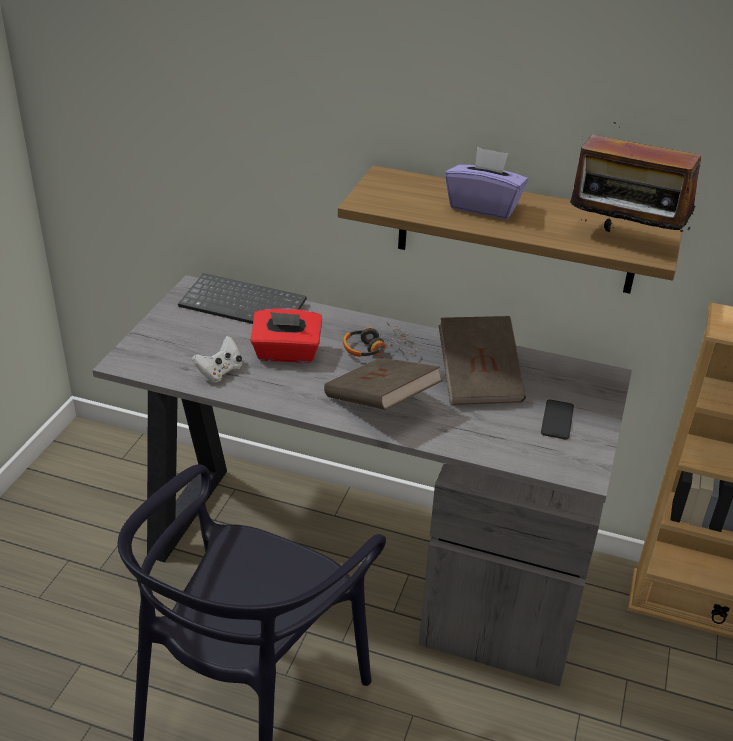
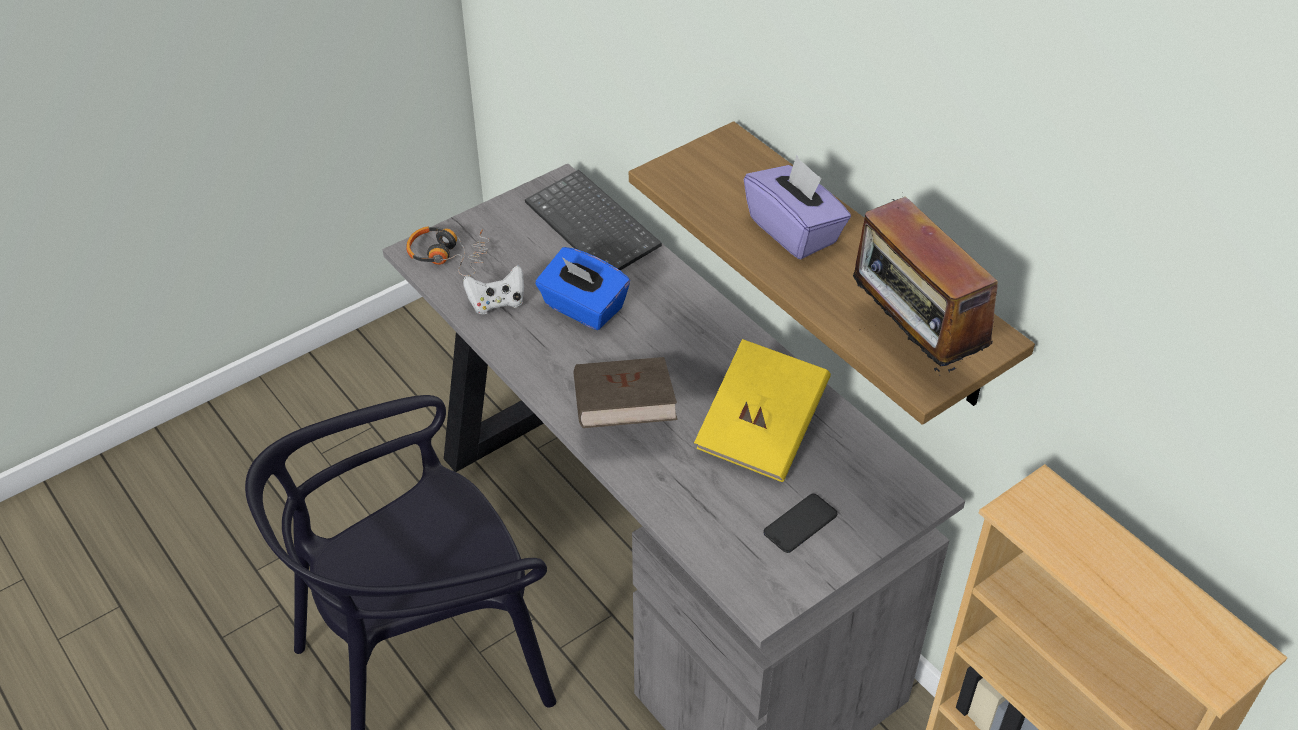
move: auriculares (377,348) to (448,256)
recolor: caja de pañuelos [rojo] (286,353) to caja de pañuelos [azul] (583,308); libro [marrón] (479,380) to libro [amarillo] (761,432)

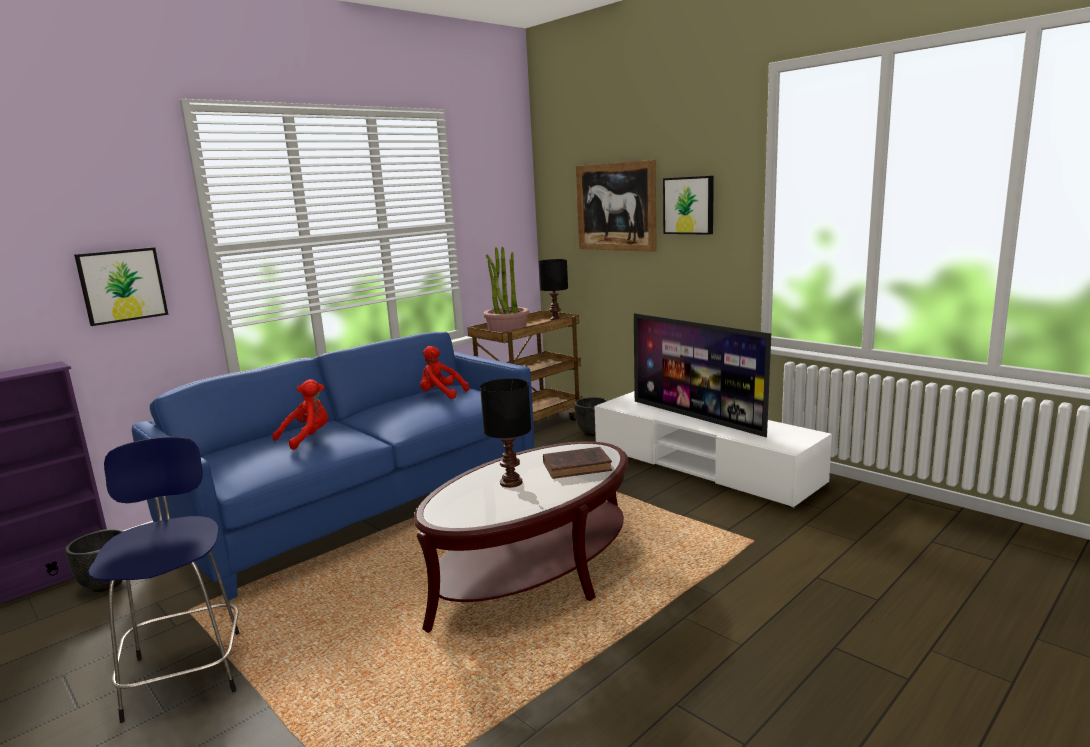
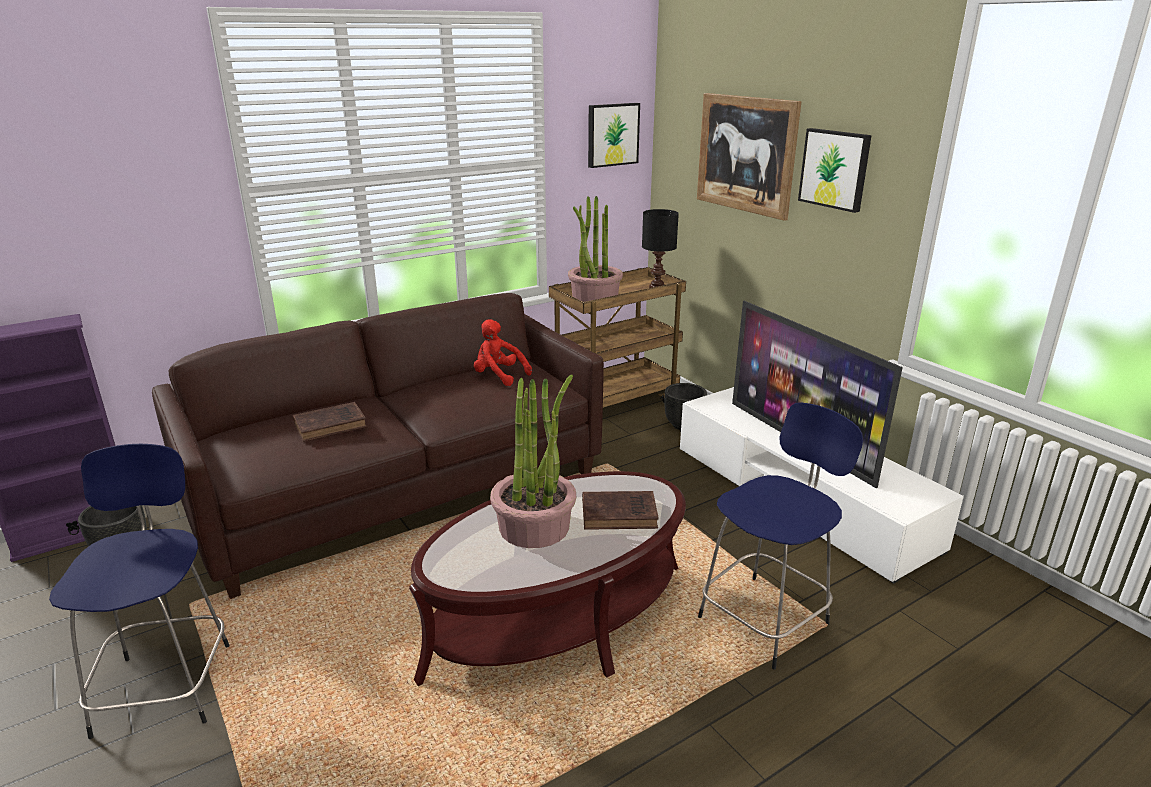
insert: taburete [azul] (766,618)
move: cuadro (122,285) to (612,134)
replace: peluche [rojo] (307,438) to libro [marrón] (332,425); lámpara de mesa [negro] (510,482) to planta en maceta (535,526)
recolor: sofá [azul] (364,505) to sofá [marrón] (402,491)

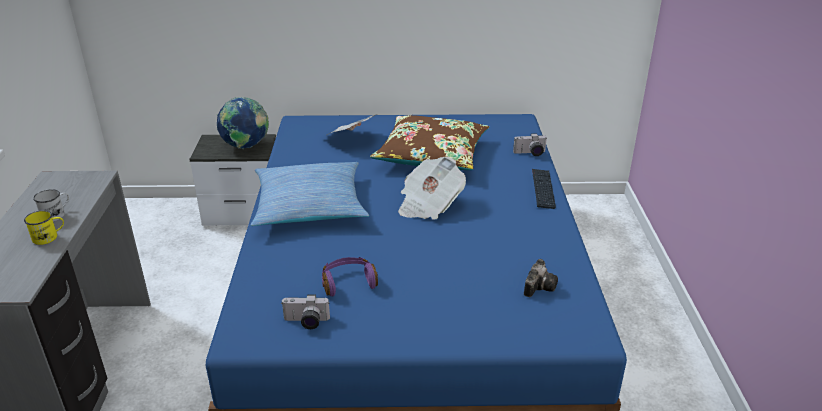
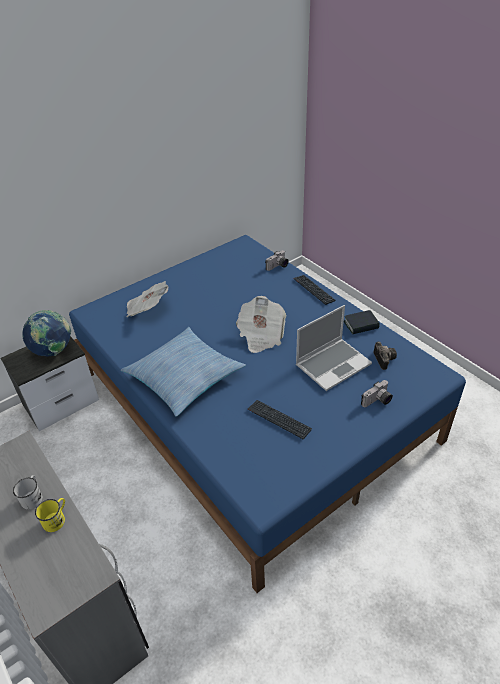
delete: cojín [marrón] (431,155)
insert: portátil (333,364); libro (361,325)
move: cámara (306,322) to (377,401)
replace: auriculares [morado] (348,282) to teclado (279,420)

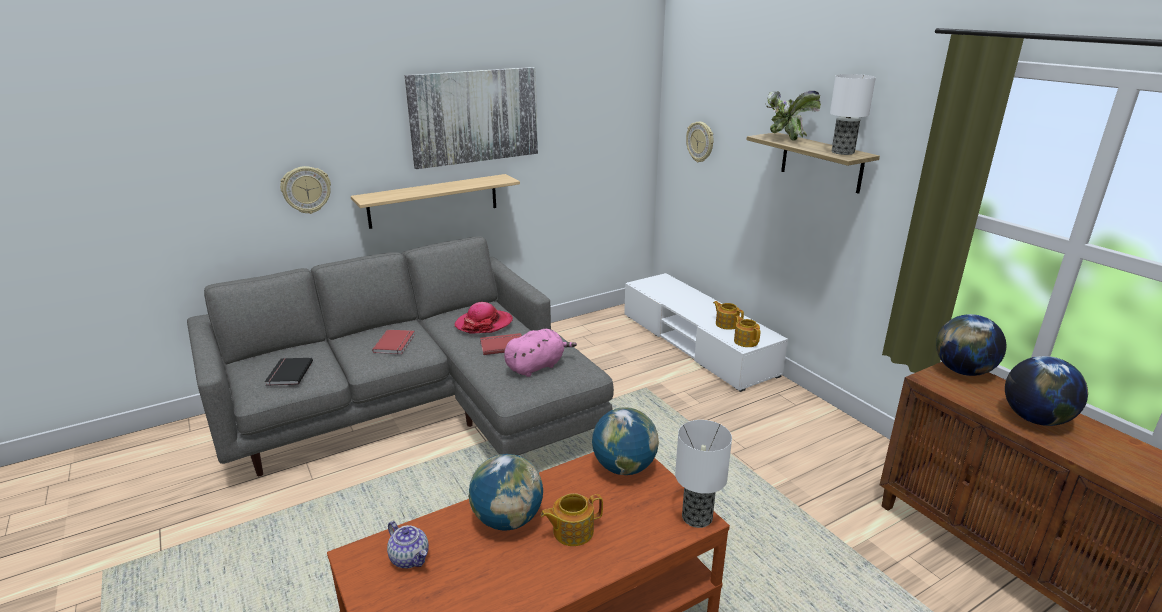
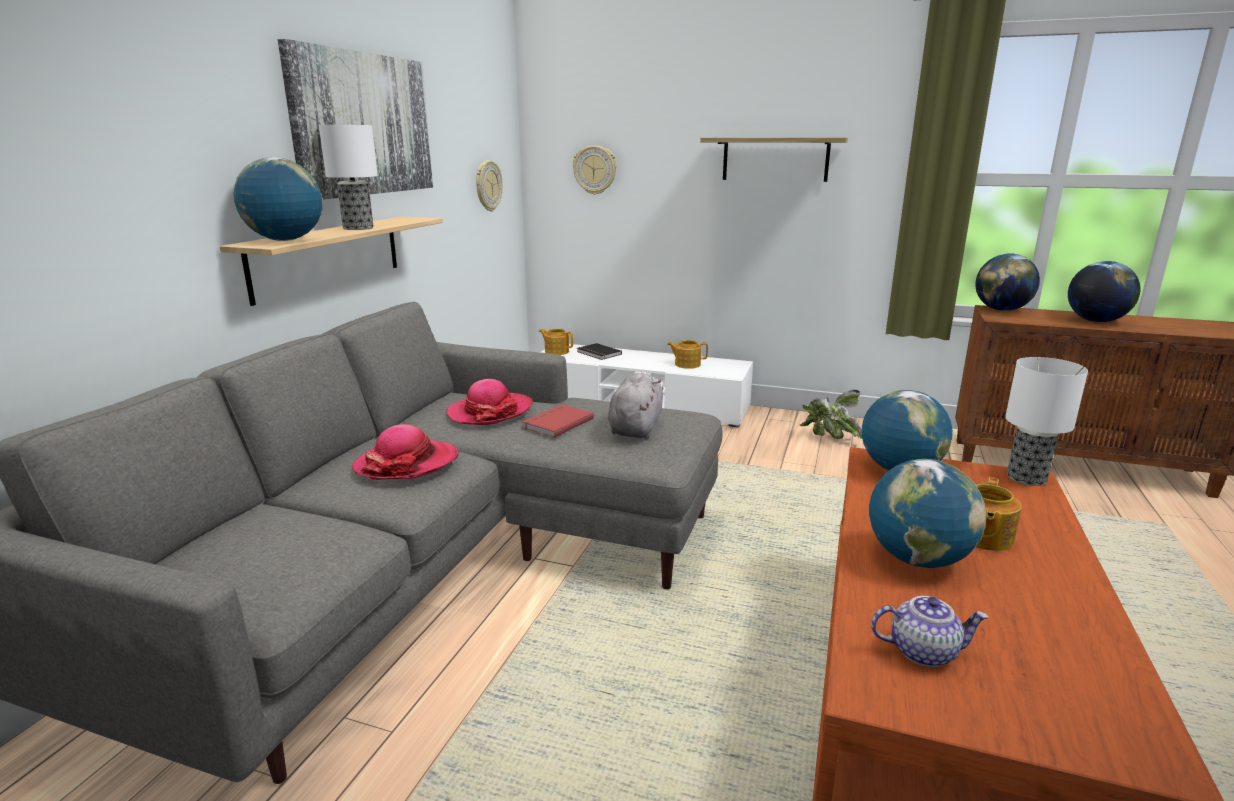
insert: globo terráqueo (285,240)
move: libro [negro] (288,373) to (598,353); reloj de pared (306,190) to (488,186); tetera (745,341) to (556,351); planta en maceta (785,139) to (828,439); lámpara de mesa (843,152) to (358,228)
replace: libro [rojo] (396,343) to sombrero (407,464)
recolor: peluche [rosa] (537,366) to peluche [gris] (636,427)

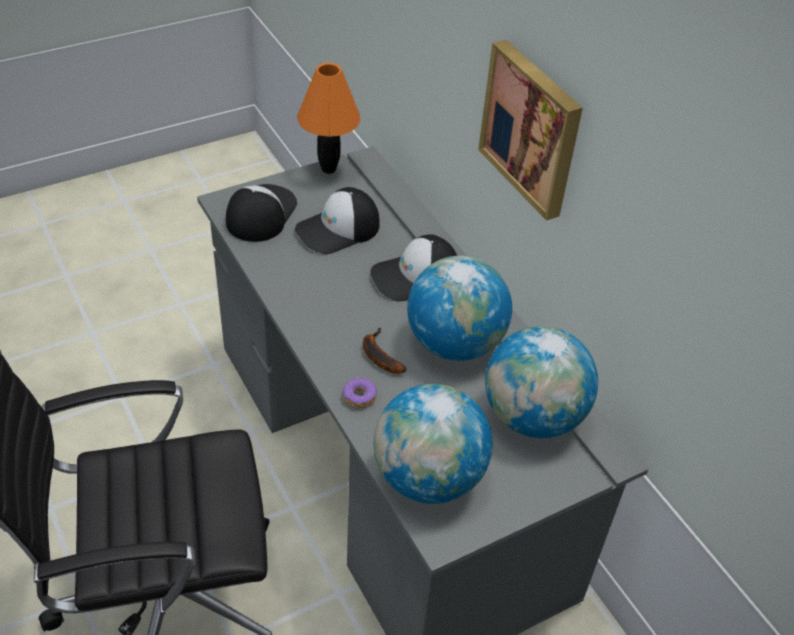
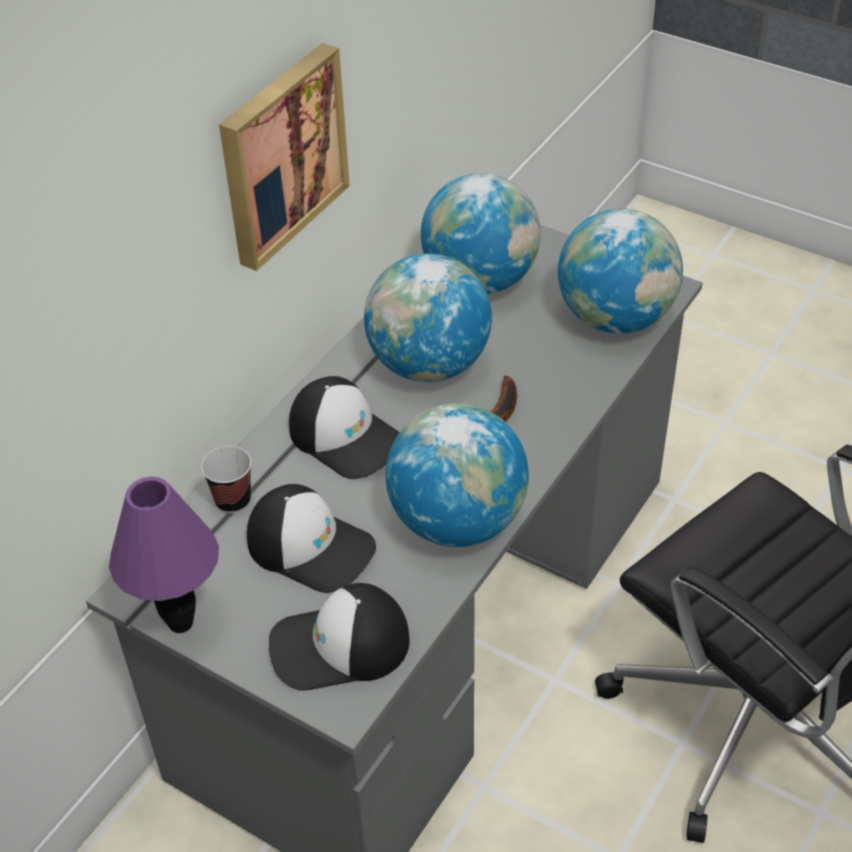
delete: rosquilla (359,397)
insert: taza (233,500); globo terráqueo (457,521)
recolor: lámpara de mesa [naranja] (329,169) to lámpara de mesa [morado] (181,622)

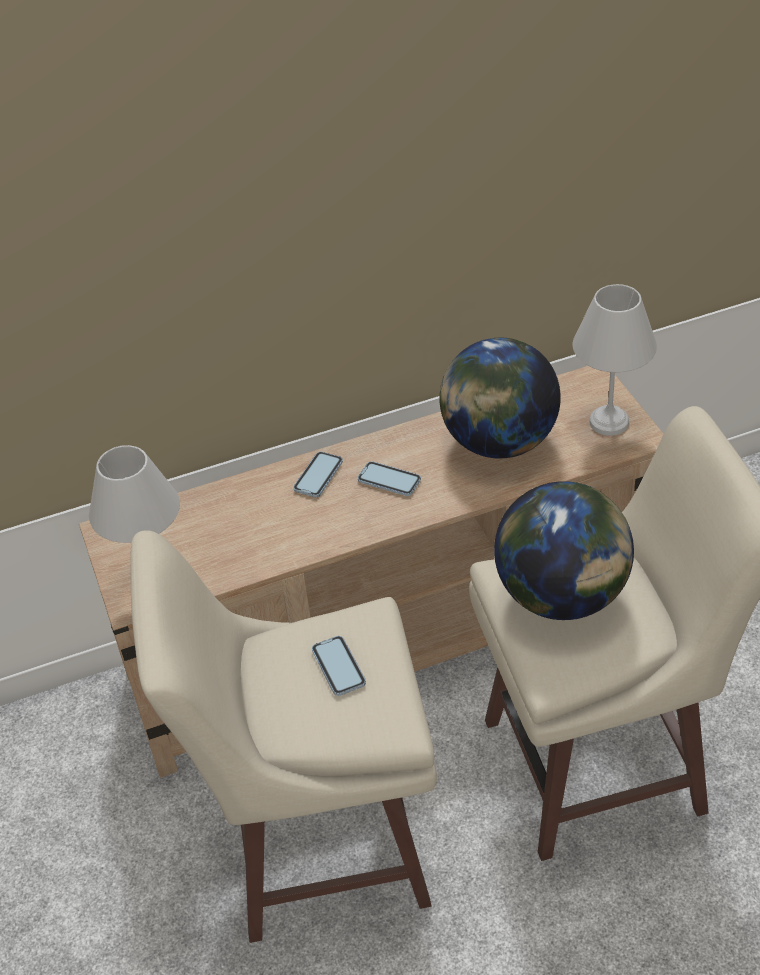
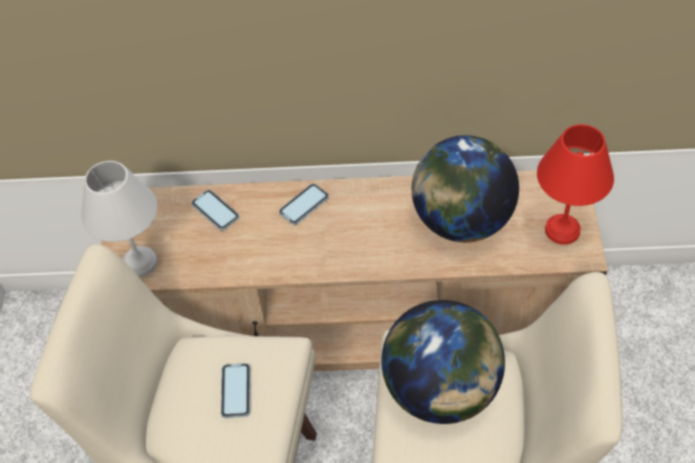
move: móvil (389,480) to (215,211)
recolor: lámpara de mesa [blanco] (609,423) to lámpara de mesa [rojo] (562,231)

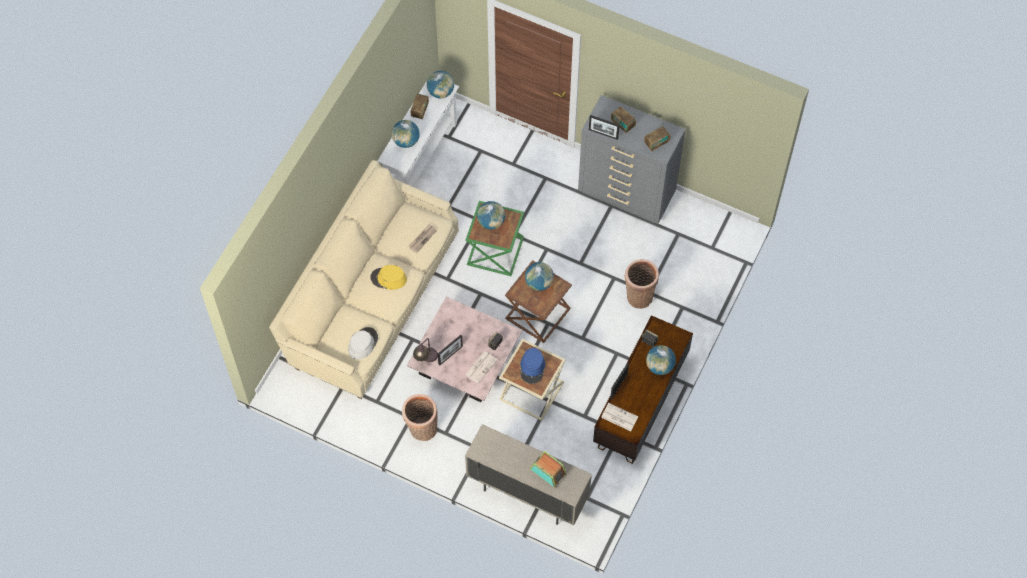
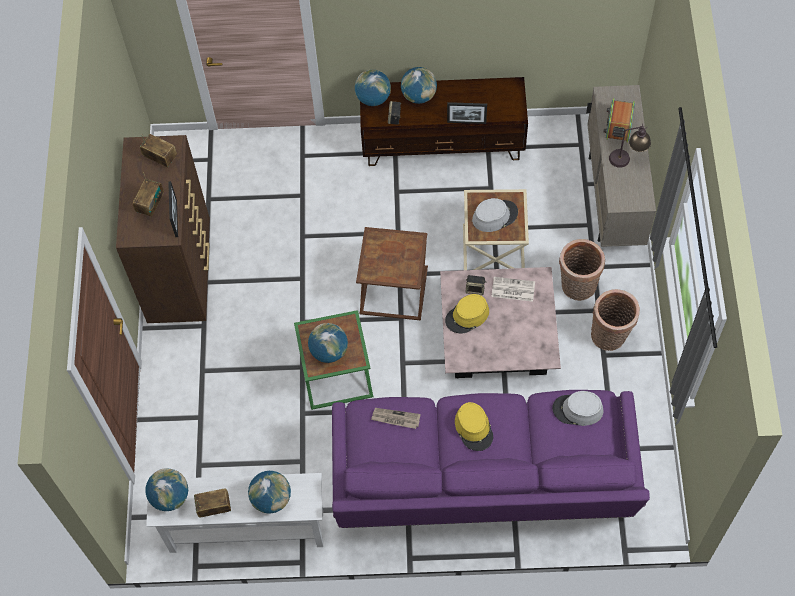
delete: portarretratos (450,355); periódico (619,417)
insert: sombrero [amarillo] (467,316)
move: lámpara de mesa (426,359) to (627,159); globo terráqueo (539,283) to (373,98); cesta (638,295) to (577,287)
recolor: sofá [beis] (371,299) to sofá [morado] (482,480); sombrero [azul] (532,367) to sombrero [gris] (494,216); cómoda [gris] (626,194) to cómoda [marrón] (181,273)

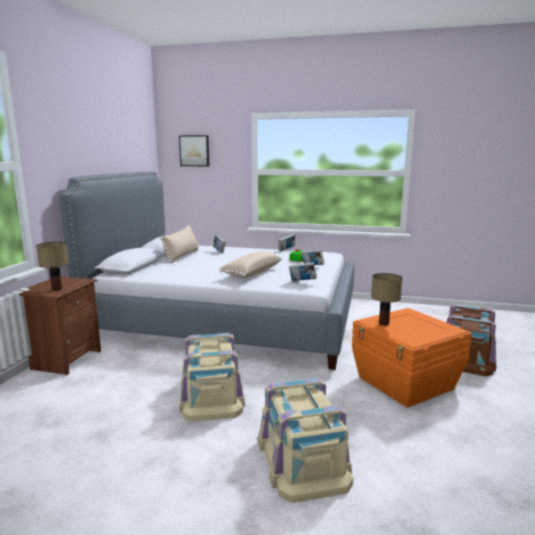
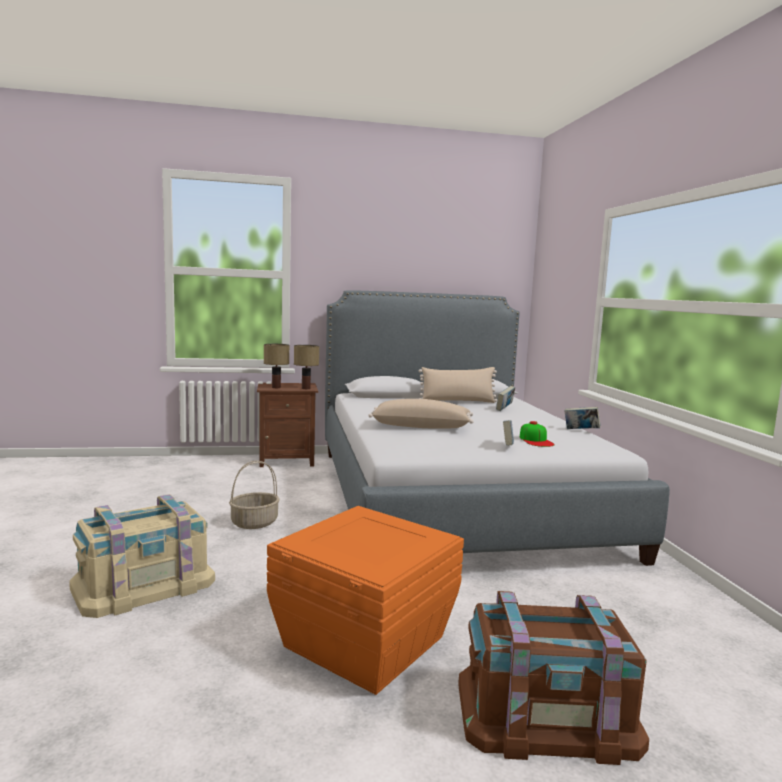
delete: cuadro (194,150); libro (302,282)
move: lámpara de mesa (383,323) to (306,388)
replace: caja de almacenaje [beis] (211,394) to cesta (255,523)

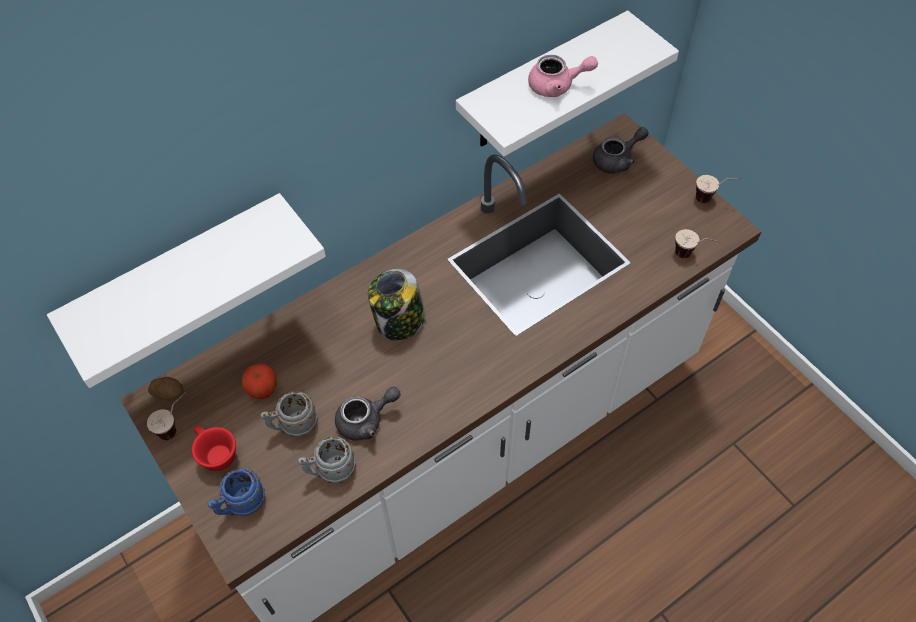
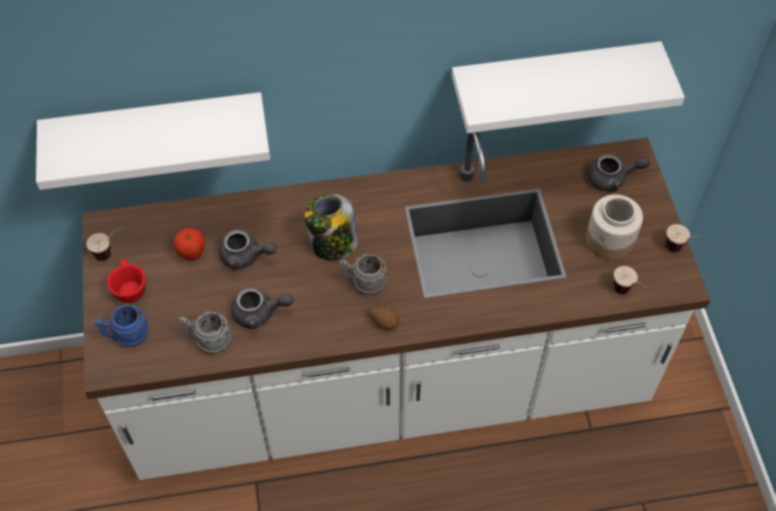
delete: tetera [rosa] (557,86)
insert: tetera [gris] (245,257); tarro (609,241)
move: patata (169,393) to (384,321); taza grande [gris] (293,426) to (364,284)

